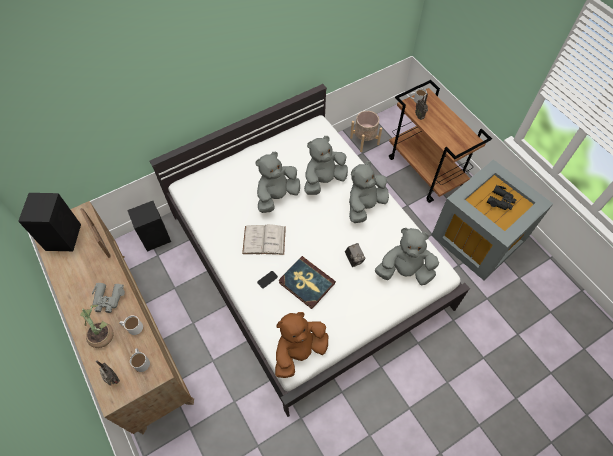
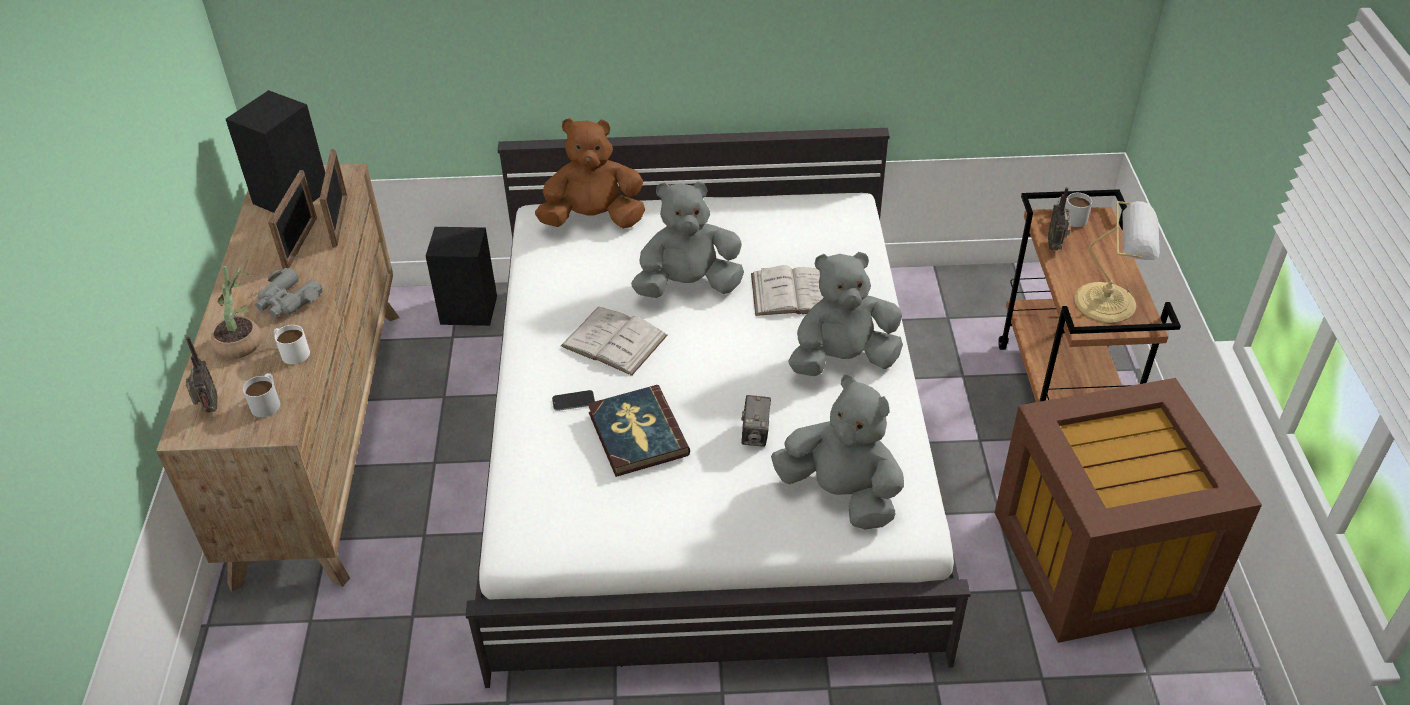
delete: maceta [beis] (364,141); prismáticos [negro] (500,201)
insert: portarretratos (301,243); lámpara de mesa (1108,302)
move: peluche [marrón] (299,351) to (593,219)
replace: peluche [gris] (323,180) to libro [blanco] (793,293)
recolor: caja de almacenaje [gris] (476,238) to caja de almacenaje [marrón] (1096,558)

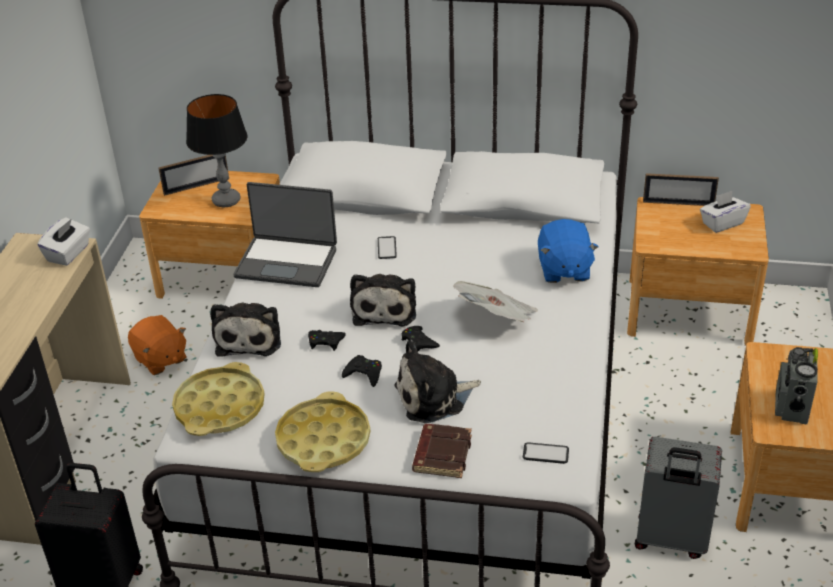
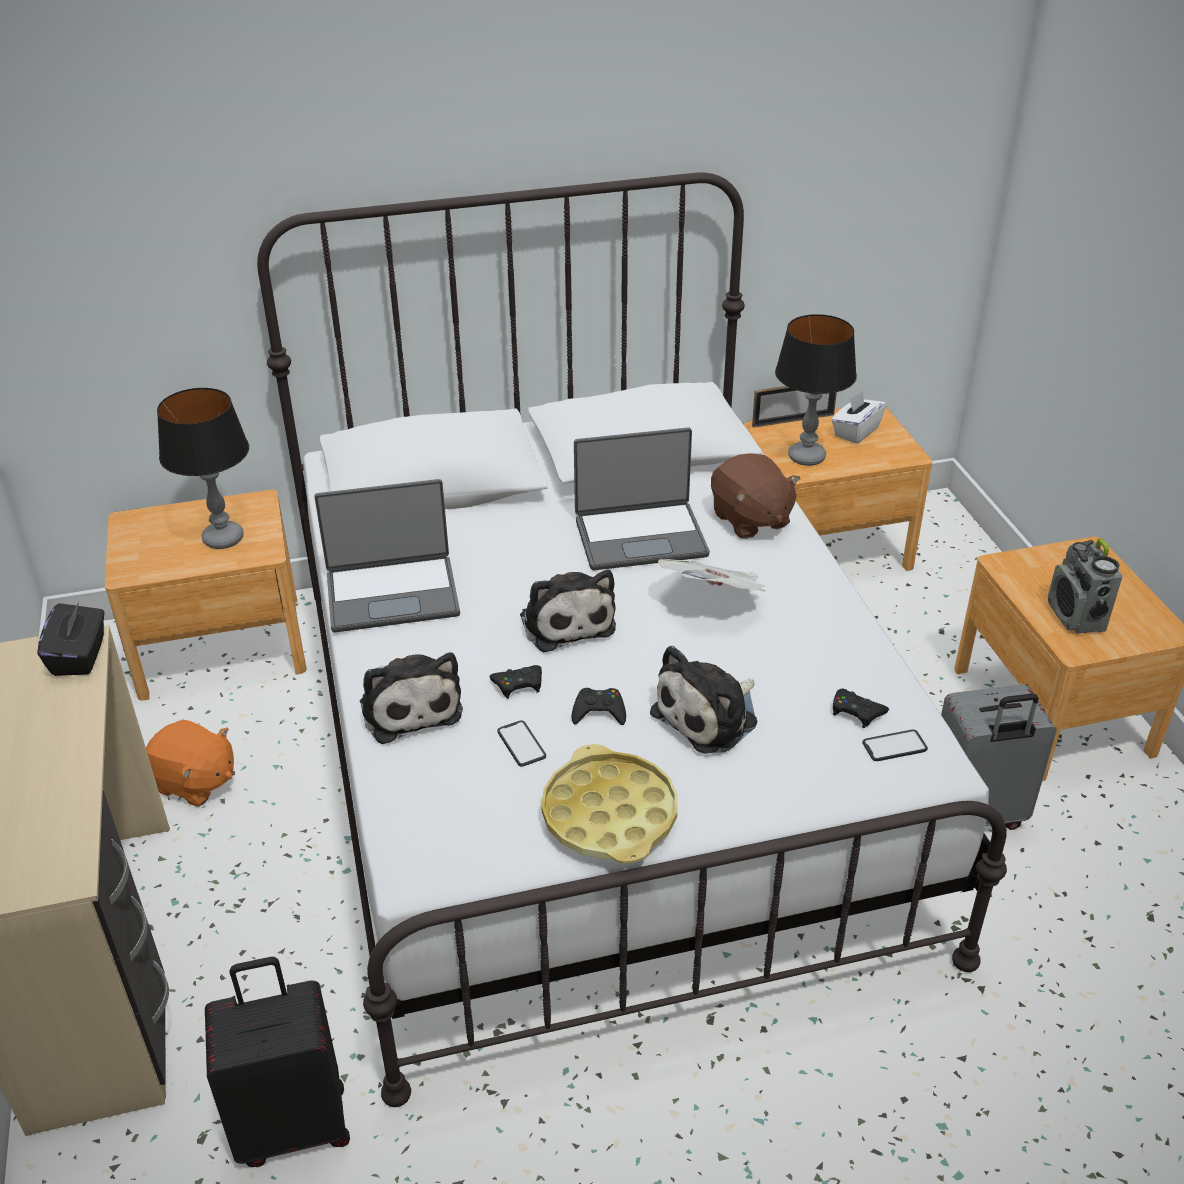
delete: portarretratos (196,186); bandeja [amarillo] (220,407); libro [marrón] (441,454)
insert: portátil (640,536); lámpara de mesa (806,457)
move: móvil (387,248) to (521,744); mando de consola [negro] (419,342) to (856,711)
recolor: caja de pañuelos [blanco] (68,253) to caja de pañuelos [negro] (80,656); peluche [azul] (563,270) to peluche [marrón] (750,519)

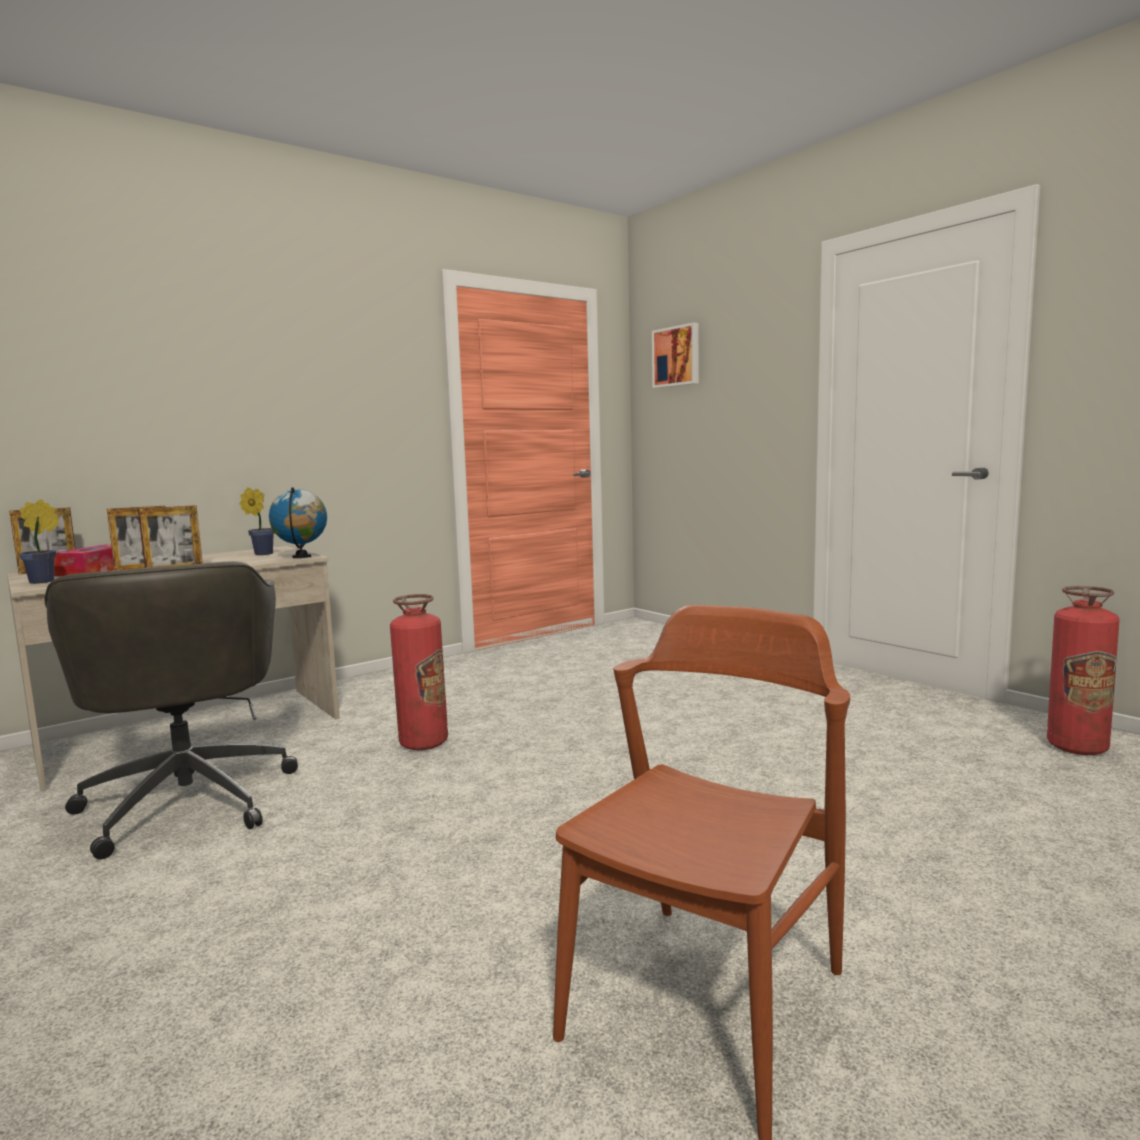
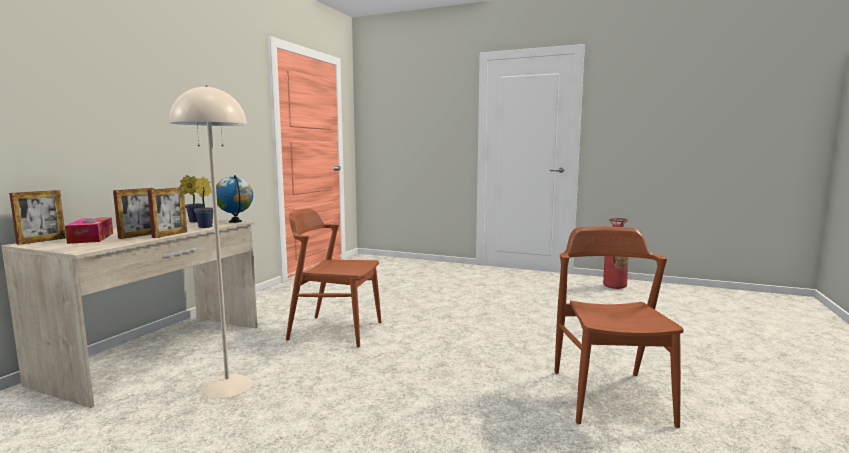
delete: cuadro (677,356)
move: planta en maceta (45,581) to (207,226)
replace: silla de oficina [gris] (188,799) to lámpara de pie [beis] (227,386); extintor (423,743) to silla [marrón] (335,330)

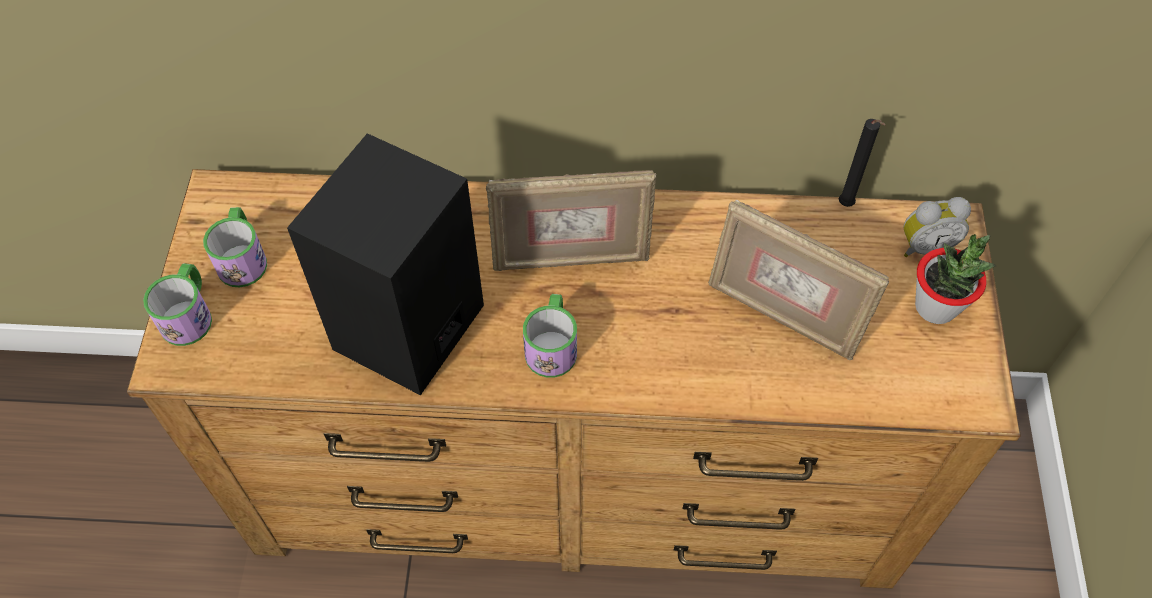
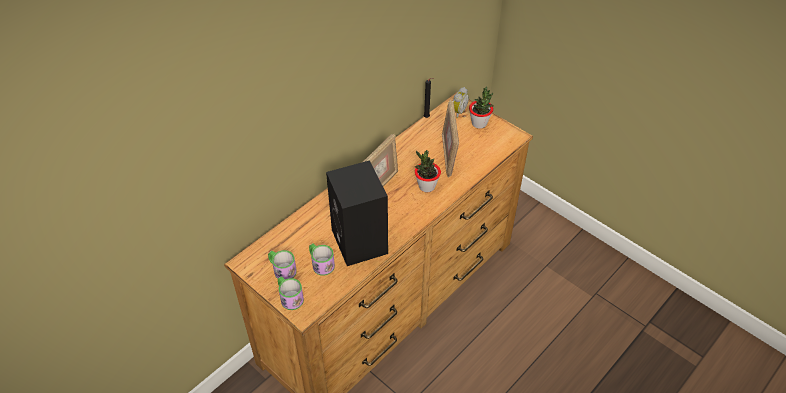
insert: planta en maceta (426,186)
move: taza grande (552,345) to (321,264)
rotate: portarretratos (782,316) = (448,155) 105 degrees clockwise

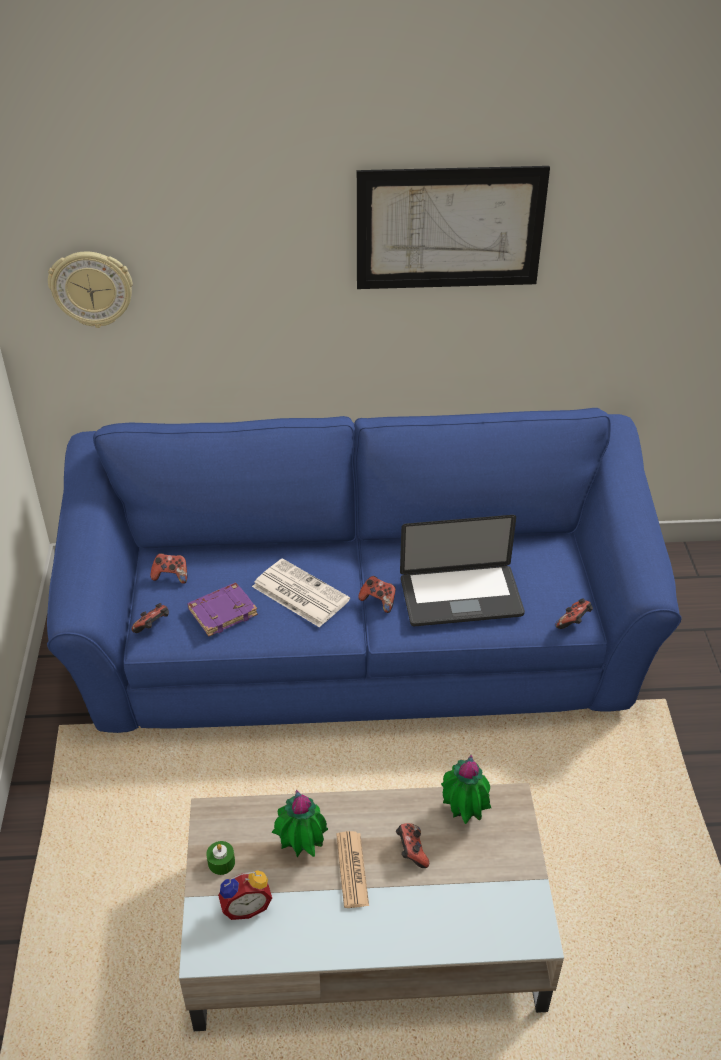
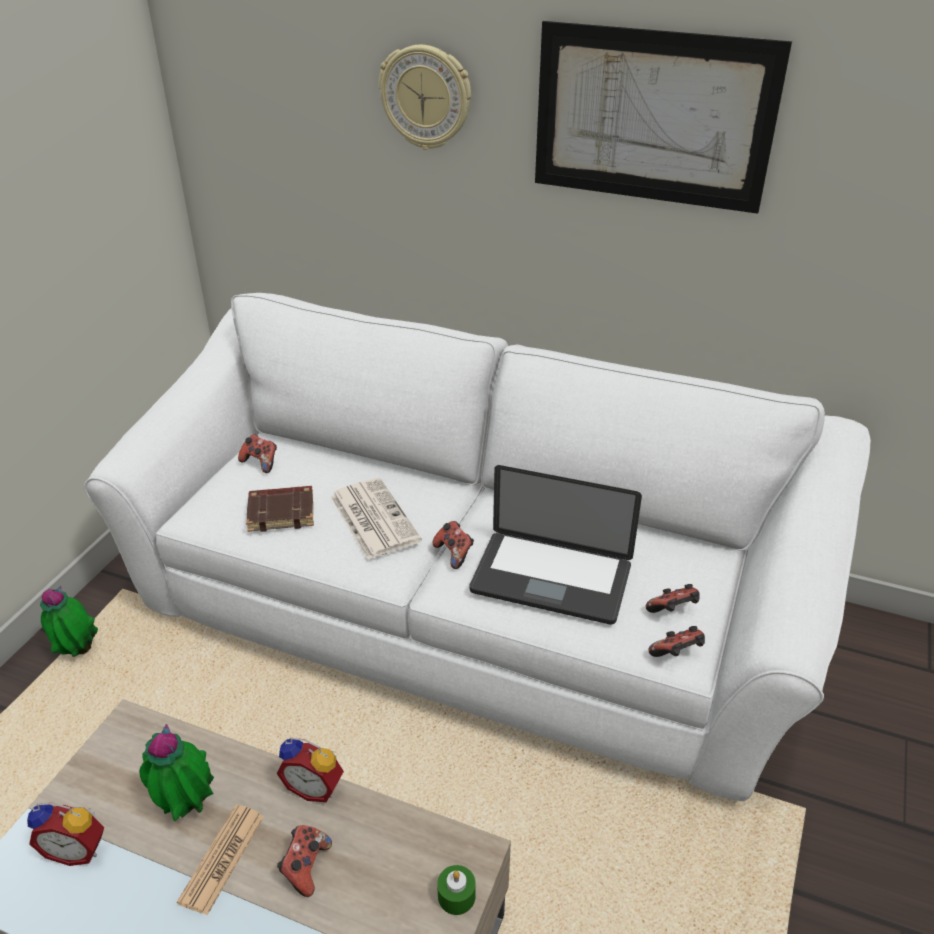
insert: despertador (315,786)
move: reloj de pared (92,288) to (426,97); mando de consola (153,627) to (673,611); vela [verde] (221,862) to (456,896); planta en maceta (463,815) to (77,651)
recolor: sofá [azul] (361,640) to sofá [blanco] (468,607); libro [morado] (223,612) to libro [marrón] (282,512)

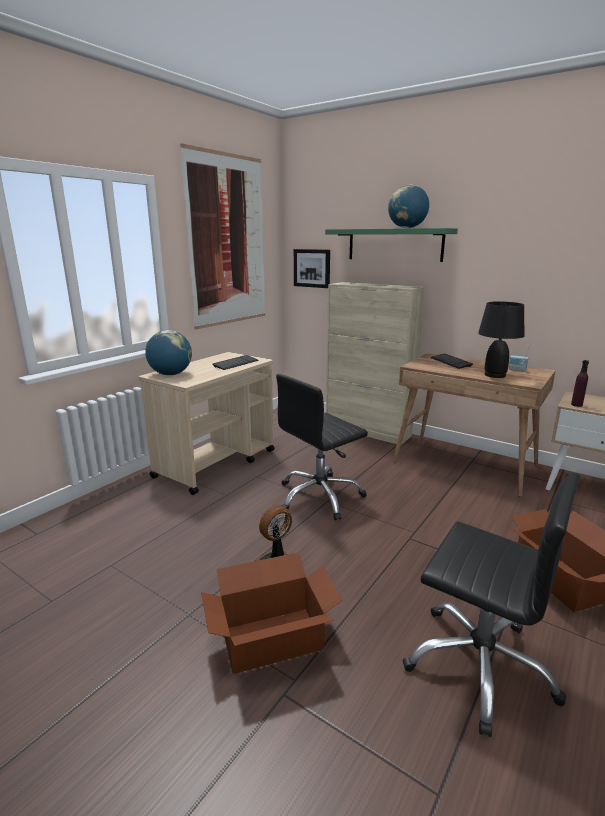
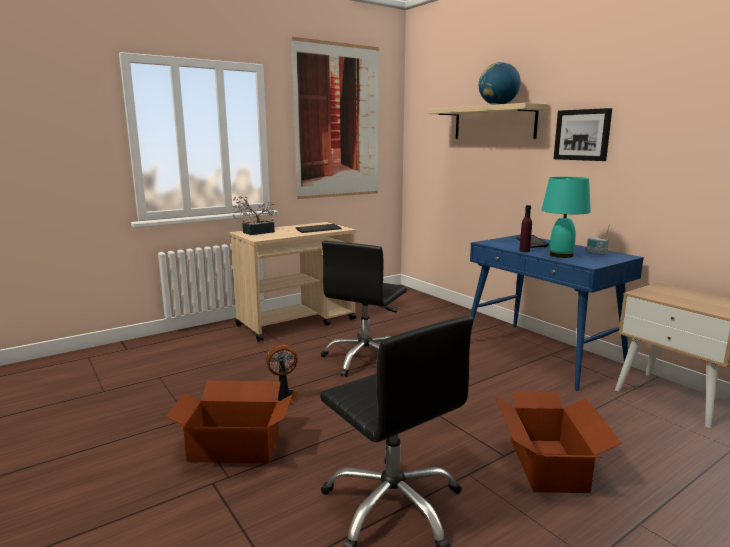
delete: armario [beis] (368,431)
move: cuadro (312,268) to (582,135); botella [morado] (576,405) to (524,251)
replace: globo terráqueo (170,374) to planta en maceta (255,232)
recolor: estante [verde] (394,244) to estante [beis] (494,123); escritorio [marrón] (465,463) to escritorio [azul] (542,354); lámpara de mesa [negro] (494,375) to lámpara de mesa [turquesa] (560,255)
rotate: silla de oficina [negro] (320,497) = (365,359) 45 degrees counterclockwise

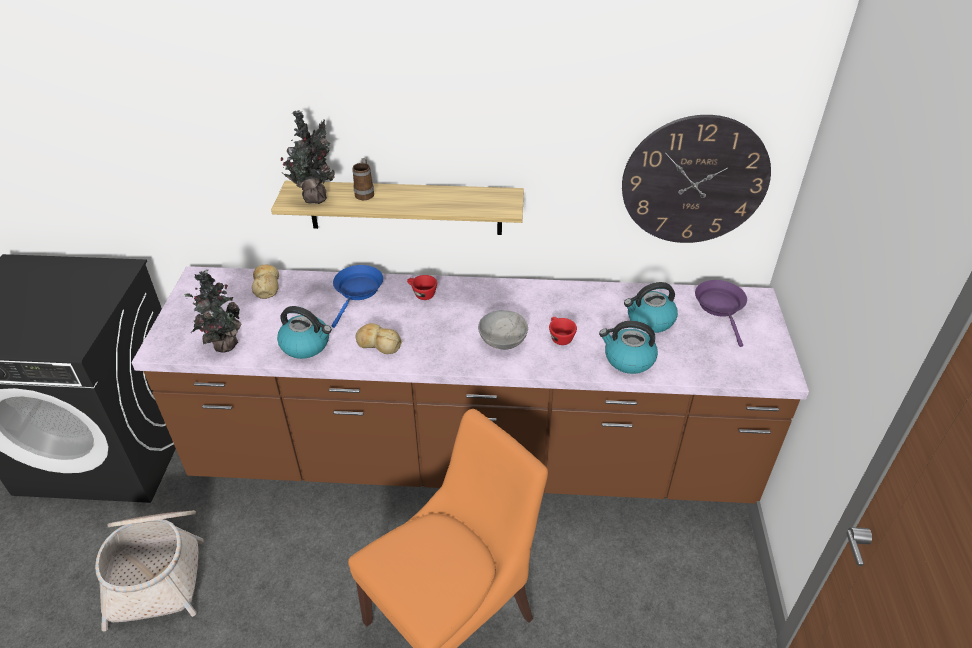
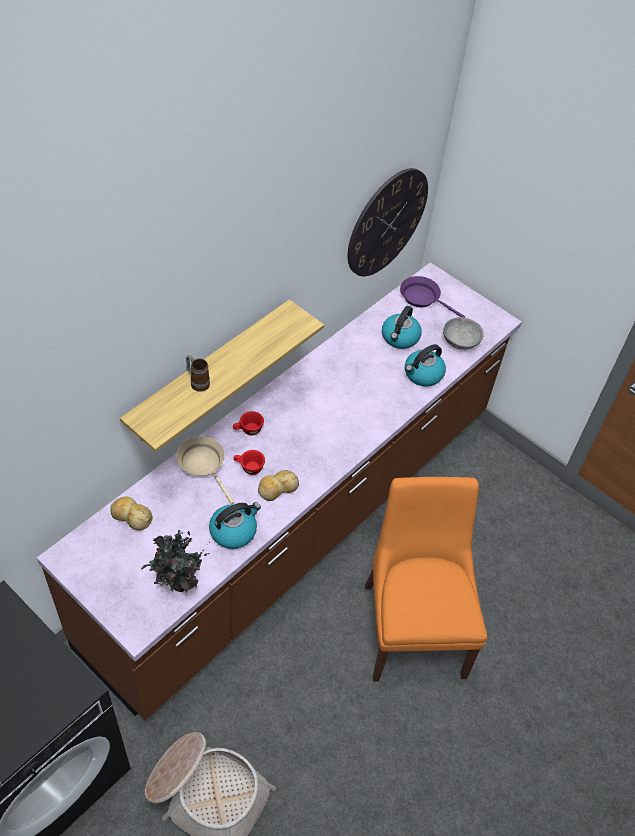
delete: planta en maceta (315,197)
move: cuenco [gris] (503,339) to (460,341); taza [rojo] (559,337) to (248,468)
recolor: sartén [azul] (357,291) to sartén [beis] (203,465)

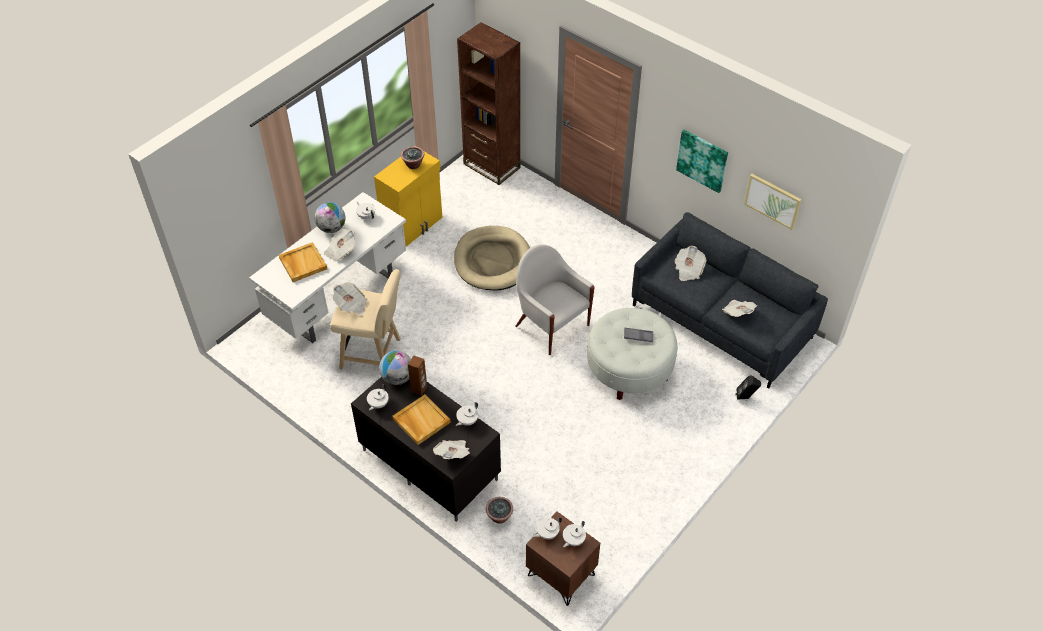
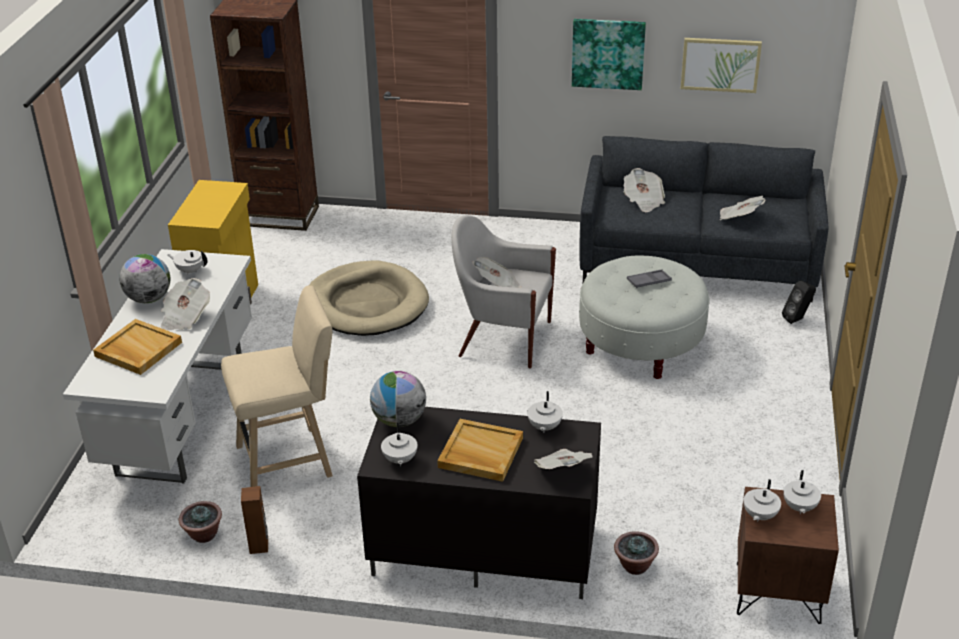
move: periódico (351,305) to (497,284); planta en maceta (413,165) to (203,535); altavoz [marrón] (419,389) to (259,546)

